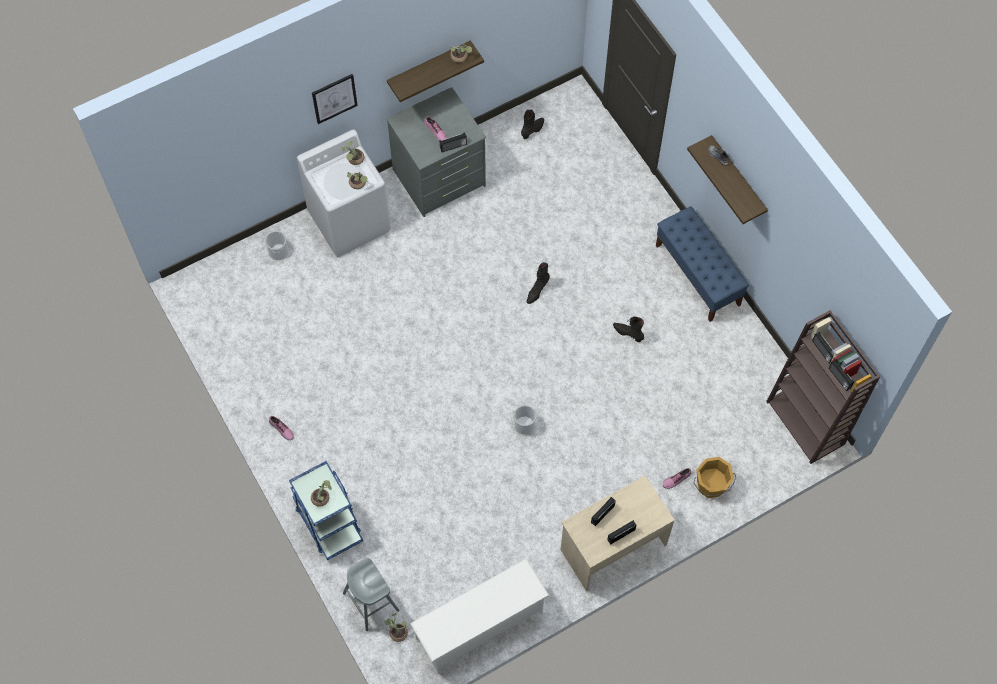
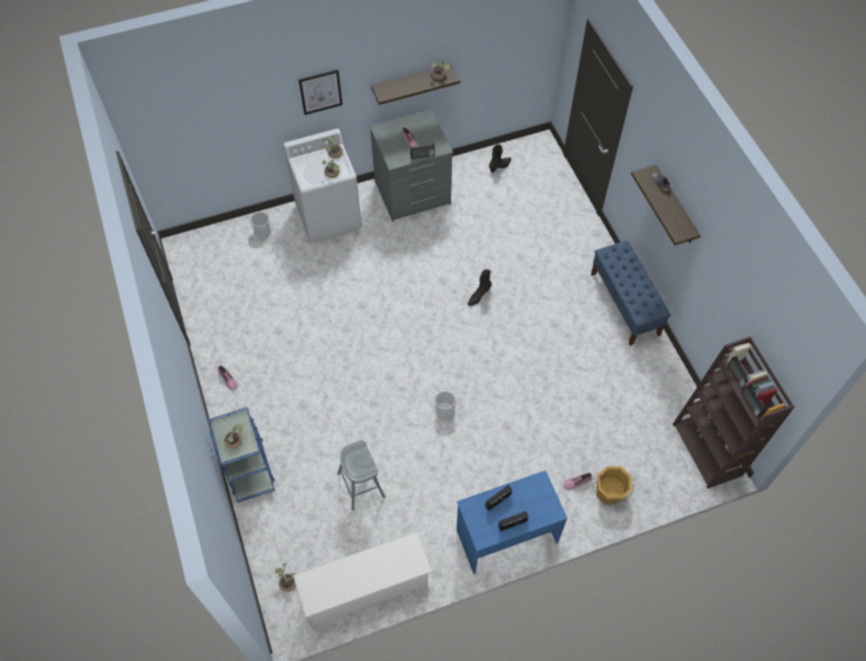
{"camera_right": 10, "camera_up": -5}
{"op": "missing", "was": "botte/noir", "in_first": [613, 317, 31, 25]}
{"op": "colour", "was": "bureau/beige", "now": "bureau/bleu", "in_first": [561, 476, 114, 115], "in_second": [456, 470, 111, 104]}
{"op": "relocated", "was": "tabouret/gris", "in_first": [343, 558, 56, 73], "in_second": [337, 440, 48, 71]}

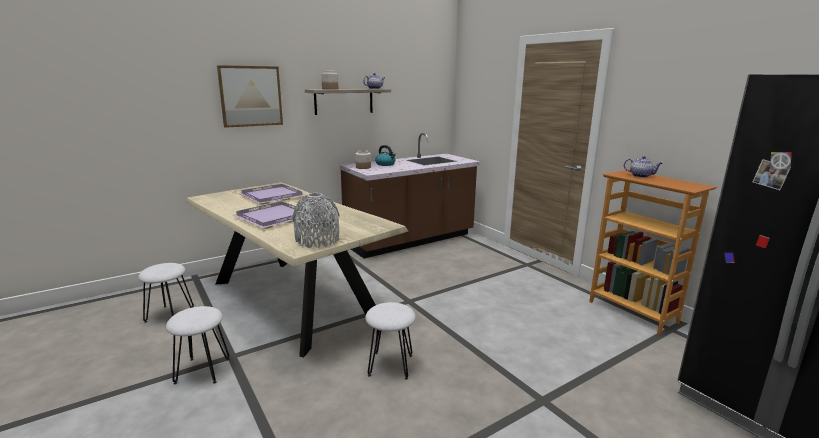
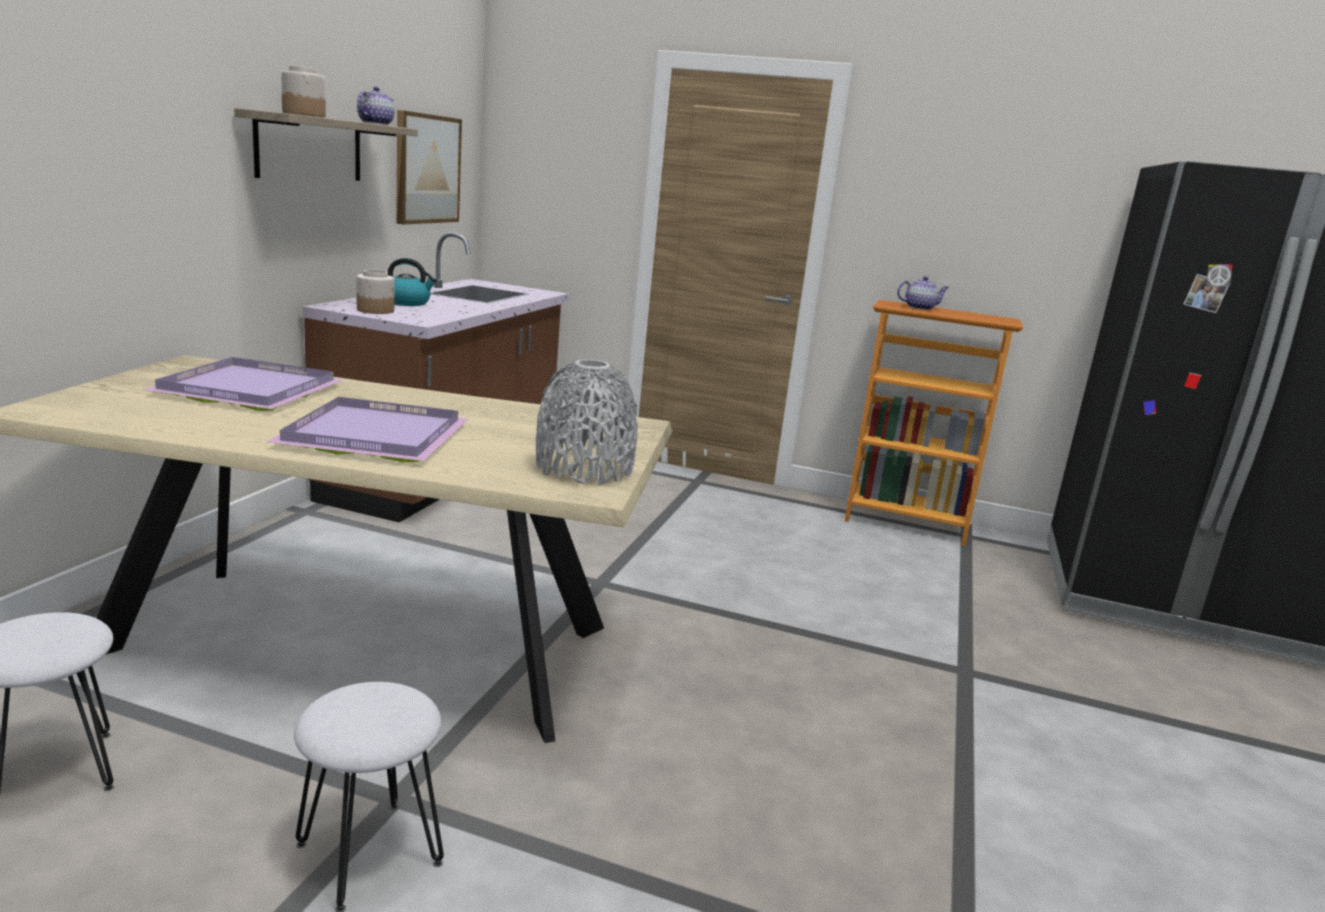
{"camera_right": -40, "camera_up": 0}
{"op": "relocated", "was": "tableau", "in_first": [217, 65, 66, 63], "in_second": [396, 110, 66, 115]}
{"op": "missing", "was": "tabouret/blanc", "in_first": [365, 302, 51, 77]}

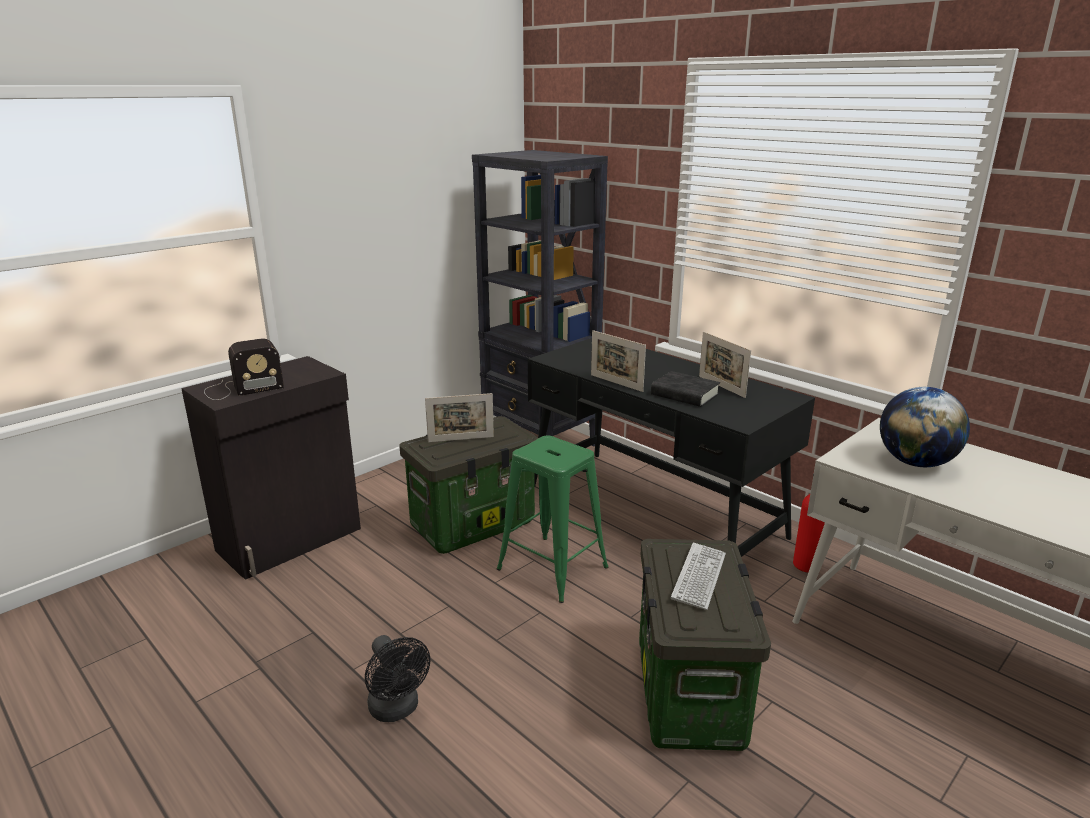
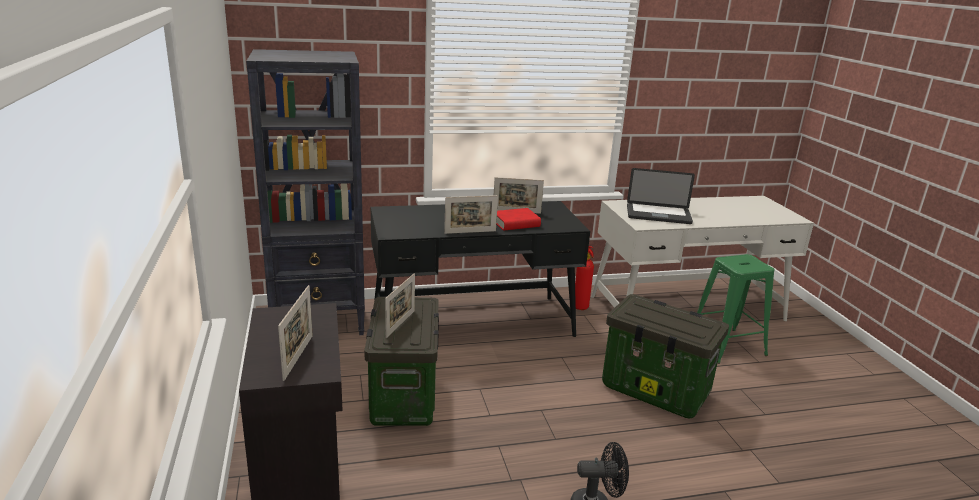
{"camera_right": -60, "camera_up": 0}
{"op": "exchanged", "was": "radio", "now": "cadre photo", "in_first": [204, 339, 80, 61], "in_second": [278, 285, 35, 96]}
{"op": "colour", "was": "livre/noir", "now": "livre/rouge", "in_first": [651, 371, 69, 36], "in_second": [496, 208, 45, 22]}
{"op": "exchanged", "was": "globe", "now": "ordinateur portable", "in_first": [880, 387, 90, 80], "in_second": [627, 168, 68, 56]}
{"op": "relocated", "was": "tabouret/vert", "in_first": [497, 436, 112, 167], "in_second": [697, 254, 77, 110]}
{"op": "missing", "was": "clavier", "in_first": [671, 543, 55, 67]}

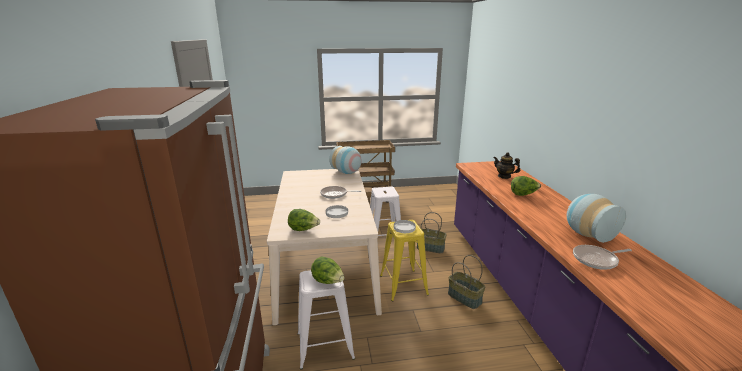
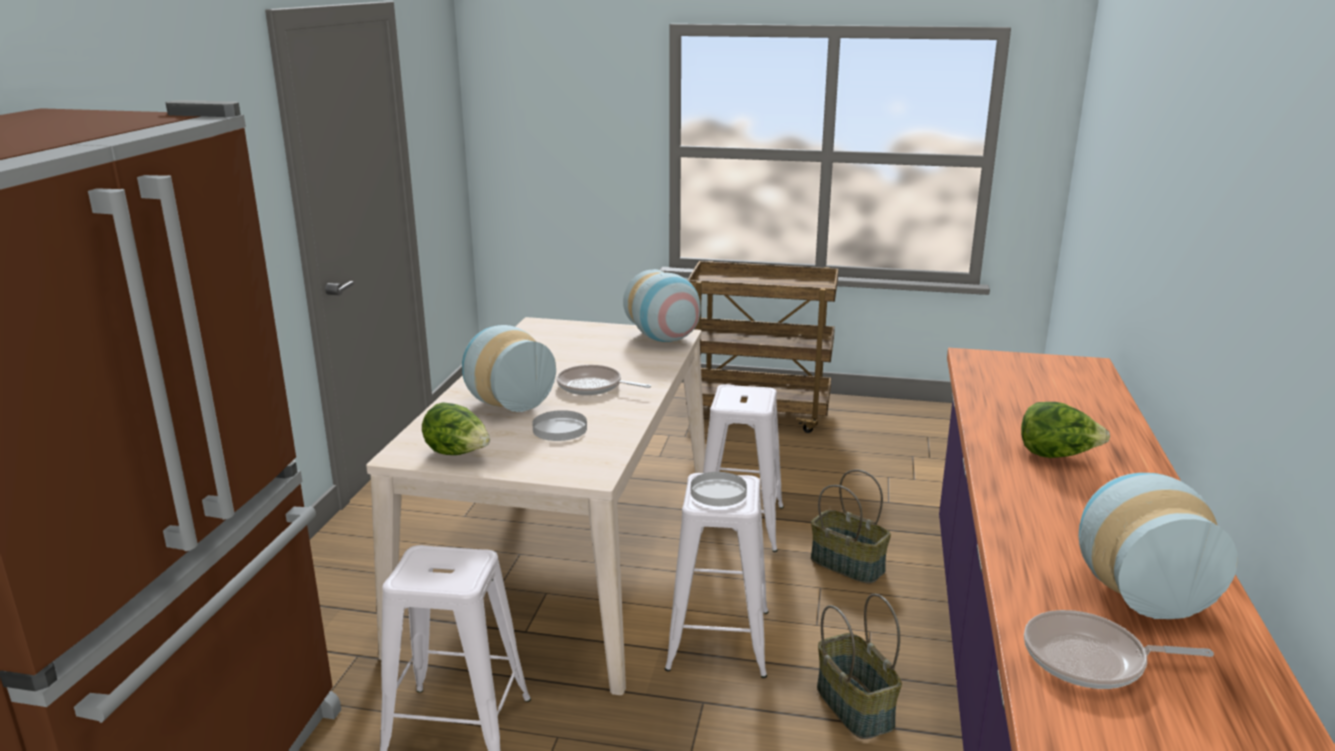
{"camera_right": 20, "camera_up": 0}
{"op": "missing", "was": "théière", "in_first": [494, 152, 26, 27]}
{"op": "colour", "was": "tabouret/jaune", "now": "tabouret/blanc", "in_first": [380, 220, 49, 82], "in_second": [665, 473, 104, 205]}
{"op": "missing", "was": "laitue", "in_first": [311, 256, 34, 28]}
{"op": "appeared", "now": "vase", "in_second": [462, 325, 94, 87]}

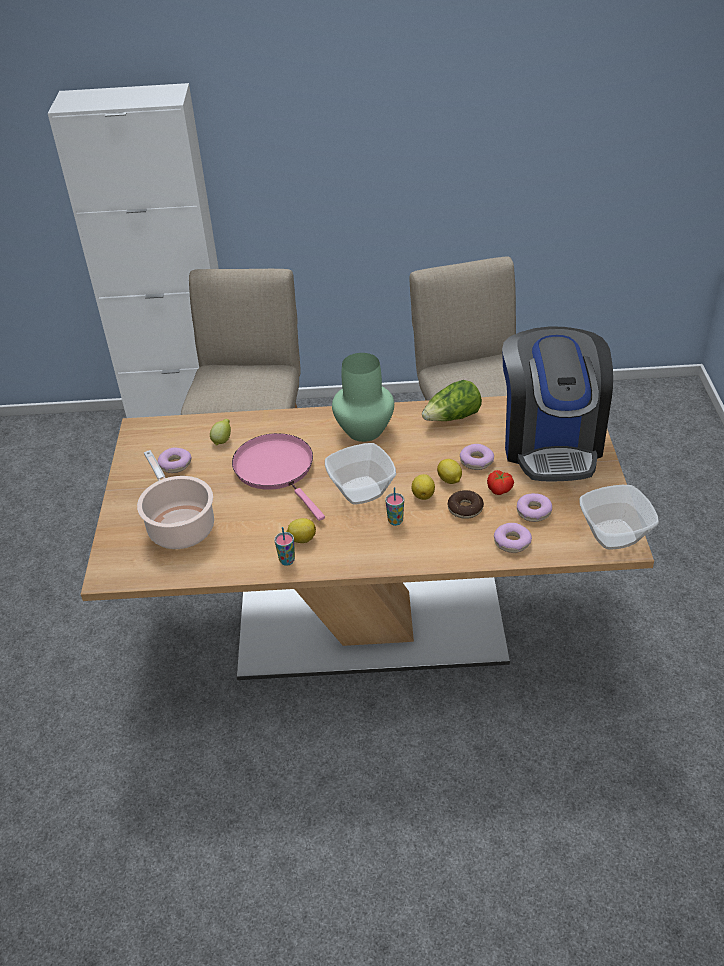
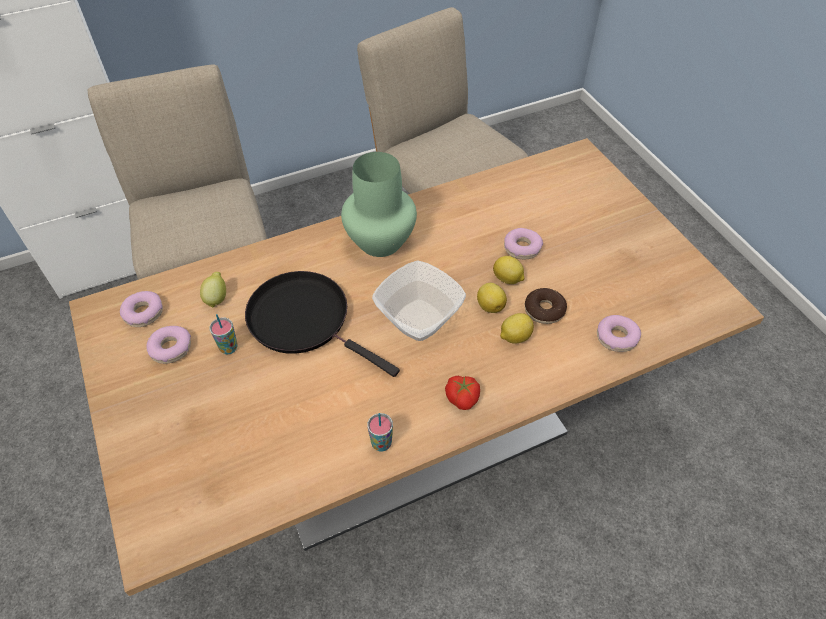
{"camera_right": -25, "camera_up": 10}
{"op": "missing", "was": "machine à café", "in_first": [502, 326, 111, 155]}
{"op": "missing", "was": "laitue", "in_first": [422, 380, 60, 41]}
{"op": "colour", "was": "poêle/rose", "now": "poêle/noir", "in_first": [232, 433, 93, 88], "in_second": [245, 271, 155, 106]}
{"op": "missing", "was": "marmite", "in_first": [137, 450, 77, 99]}
{"op": "relocated", "was": "tomate", "in_first": [487, 470, 27, 25], "in_second": [445, 376, 35, 34]}
{"op": "missing", "was": "bol", "in_first": [579, 485, 80, 65]}
{"op": "relocated", "was": "tasse", "in_first": [385, 487, 19, 39], "in_second": [209, 314, 29, 40]}
{"op": "relocated", "was": "beignet", "in_first": [517, 493, 35, 29], "in_second": [120, 291, 43, 36]}
{"op": "relocated", "was": "citron", "in_first": [286, 518, 30, 25], "in_second": [500, 313, 34, 30]}

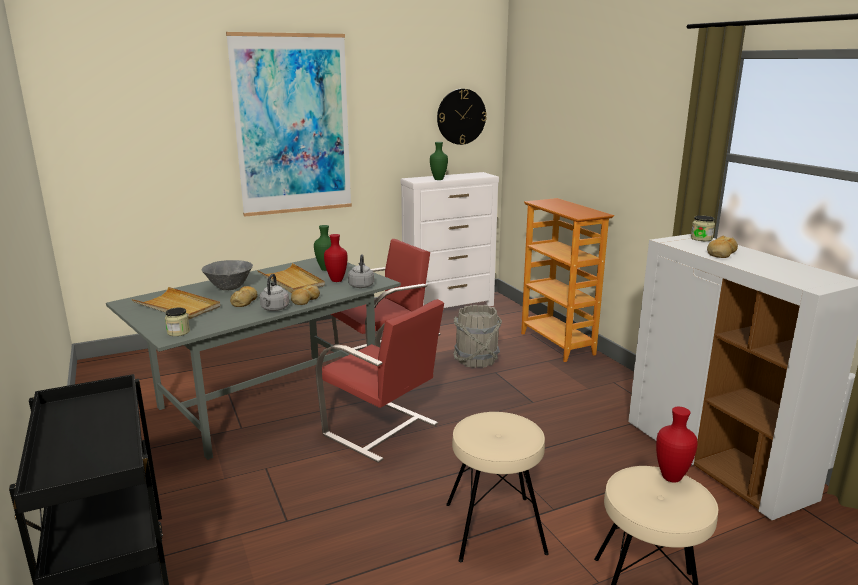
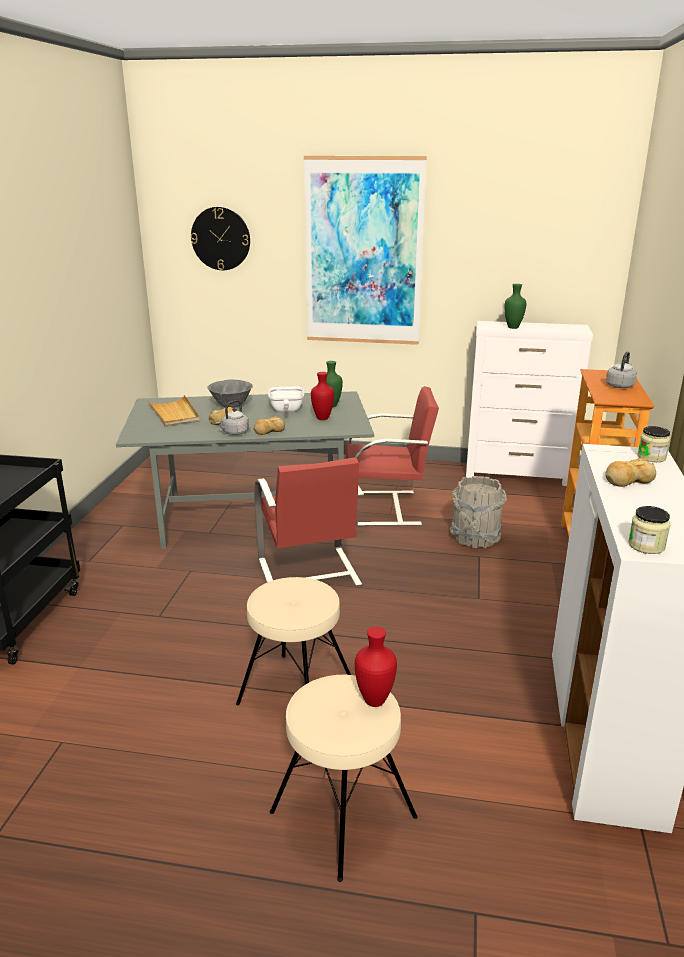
{"camera_right": 35, "camera_up": 5}
{"op": "relocated", "was": "horloge murale", "in_first": [437, 89, 50, 56], "in_second": [191, 207, 59, 63]}
{"op": "relocated", "was": "bouilloire/gris", "in_first": [348, 254, 26, 34], "in_second": [606, 352, 31, 36]}
{"op": "exchanged", "was": "plateau/beige", "now": "poêle", "in_first": [257, 263, 68, 30], "in_second": [268, 387, 36, 25]}
{"op": "relocated", "was": "bocal", "in_first": [165, 308, 25, 28], "in_second": [628, 506, 42, 48]}

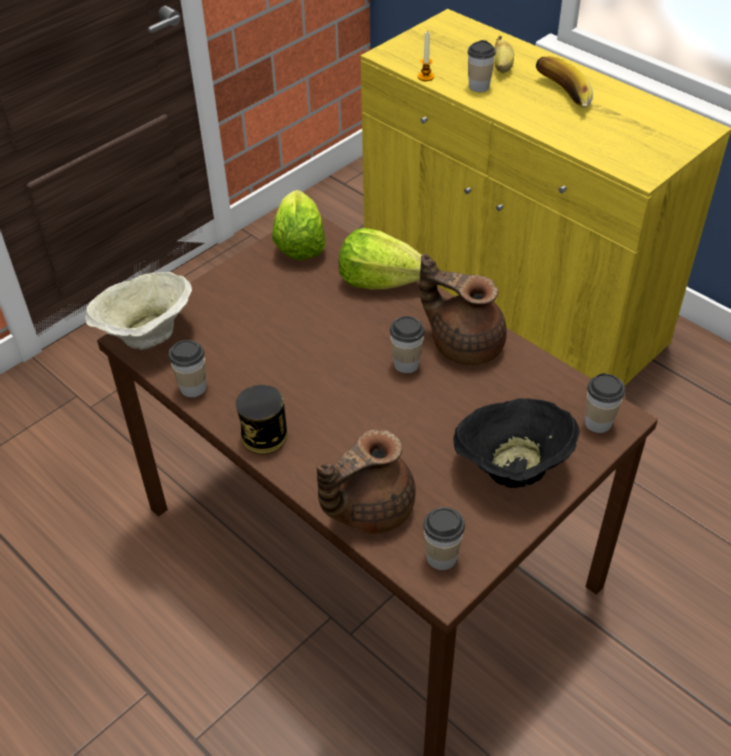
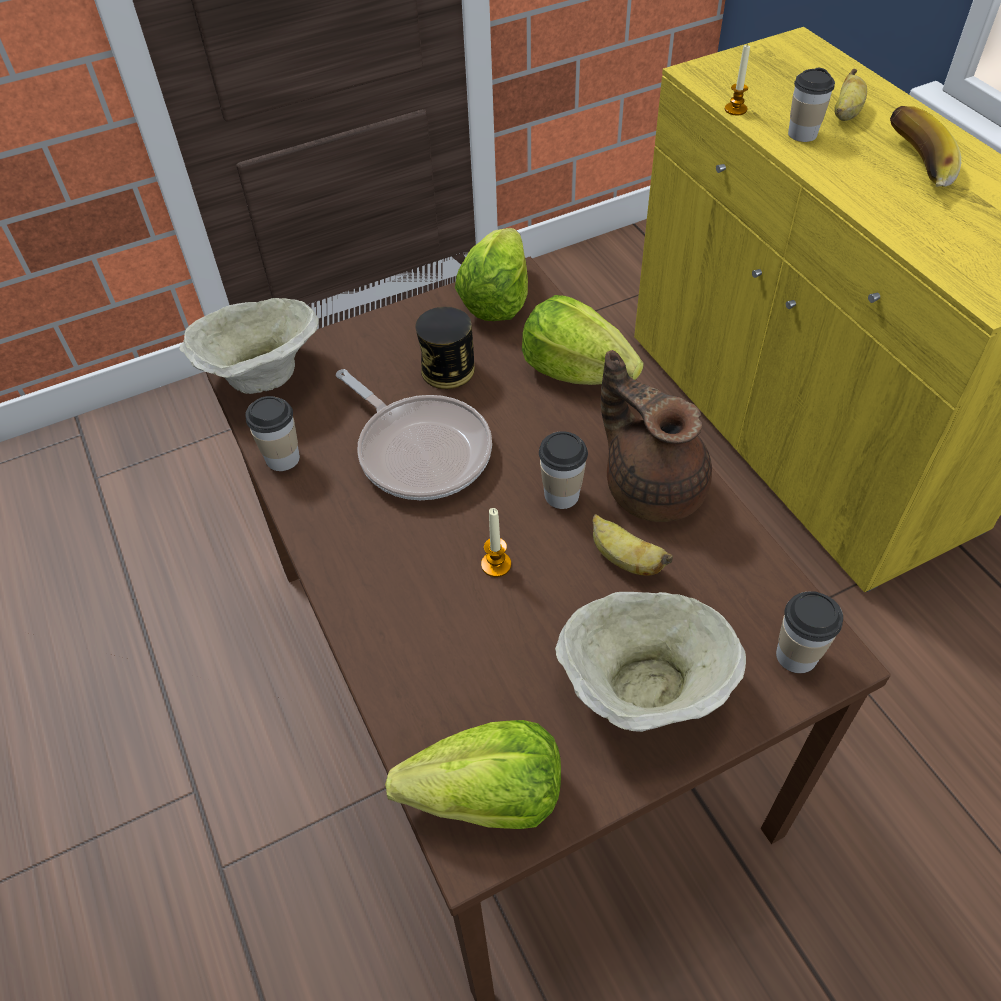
{"camera_right": 20, "camera_up": 5}
{"op": "relocated", "was": "boîte métallique", "in_first": [236, 385, 51, 69], "in_second": [415, 307, 60, 82]}
{"op": "colour", "was": "bol/noir", "now": "bol/beige", "in_first": [453, 398, 127, 90], "in_second": [555, 592, 191, 140]}
{"op": "missing", "was": "théière/marron", "in_first": [317, 429, 99, 105]}
{"op": "exchanged", "was": "tasse", "now": "laitue", "in_first": [423, 507, 42, 63], "in_second": [385, 720, 176, 109]}
{"op": "appeared", "now": "poêle", "in_second": [336, 369, 156, 131]}
{"op": "appeared", "now": "bougie", "in_second": [481, 508, 30, 69]}
{"op": "appeared", "now": "banane", "in_second": [592, 514, 81, 62]}

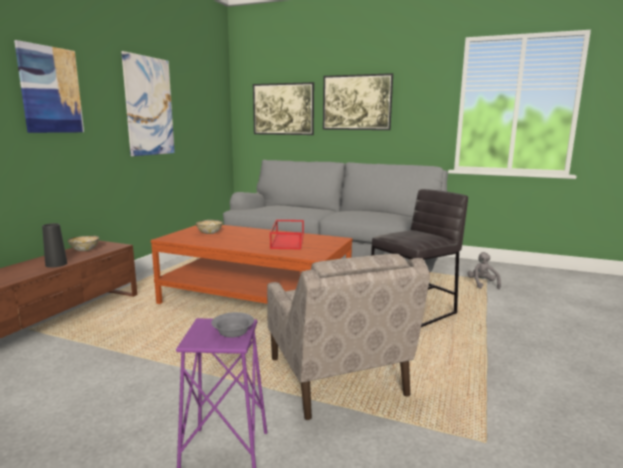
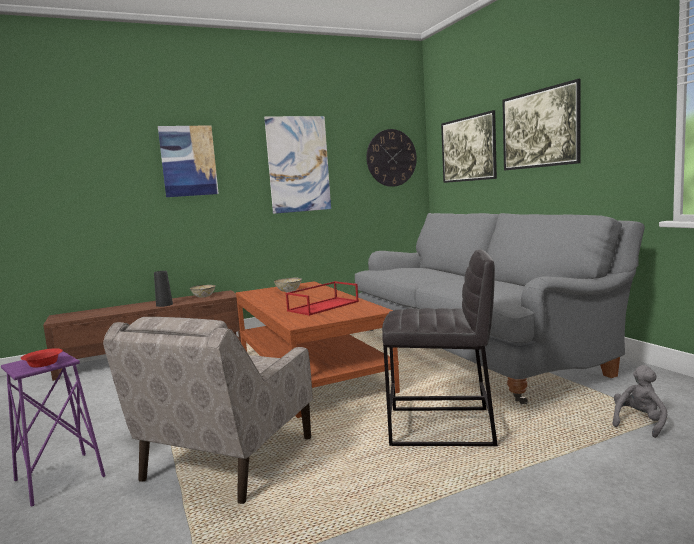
{"camera_right": 45, "camera_up": -5}
{"op": "colour", "was": "bol/gris", "now": "bol/rouge", "in_first": [211, 312, 43, 26], "in_second": [21, 348, 42, 20]}
{"op": "appeared", "now": "horloge murale", "in_second": [367, 129, 50, 58]}

